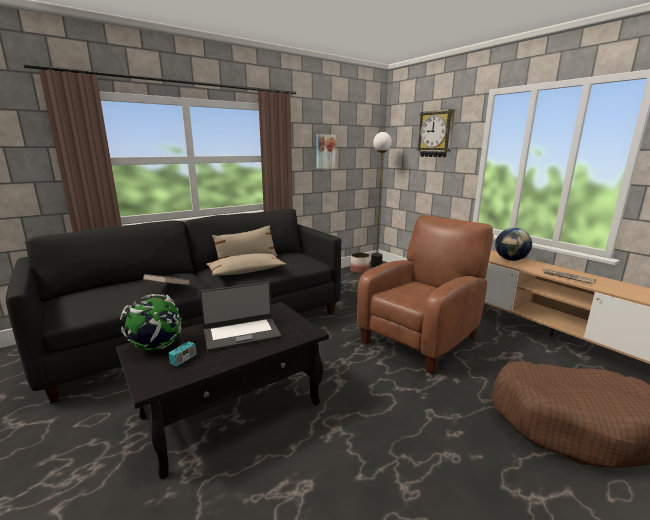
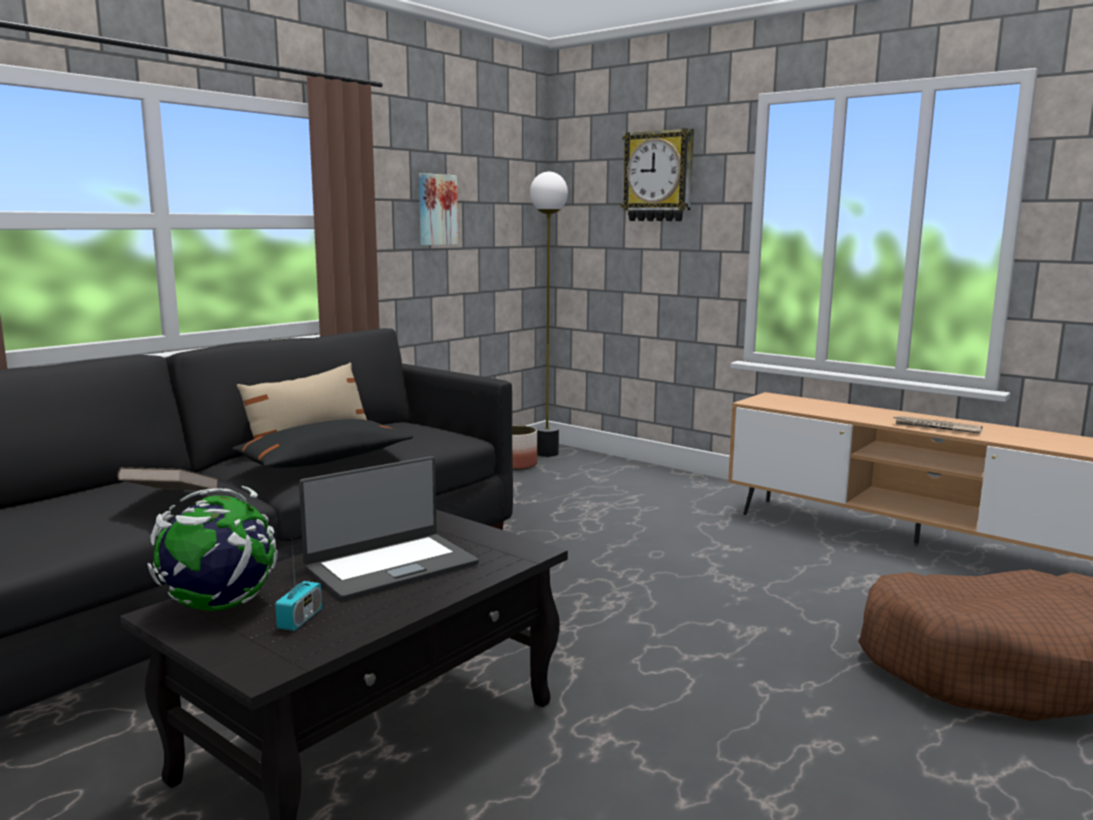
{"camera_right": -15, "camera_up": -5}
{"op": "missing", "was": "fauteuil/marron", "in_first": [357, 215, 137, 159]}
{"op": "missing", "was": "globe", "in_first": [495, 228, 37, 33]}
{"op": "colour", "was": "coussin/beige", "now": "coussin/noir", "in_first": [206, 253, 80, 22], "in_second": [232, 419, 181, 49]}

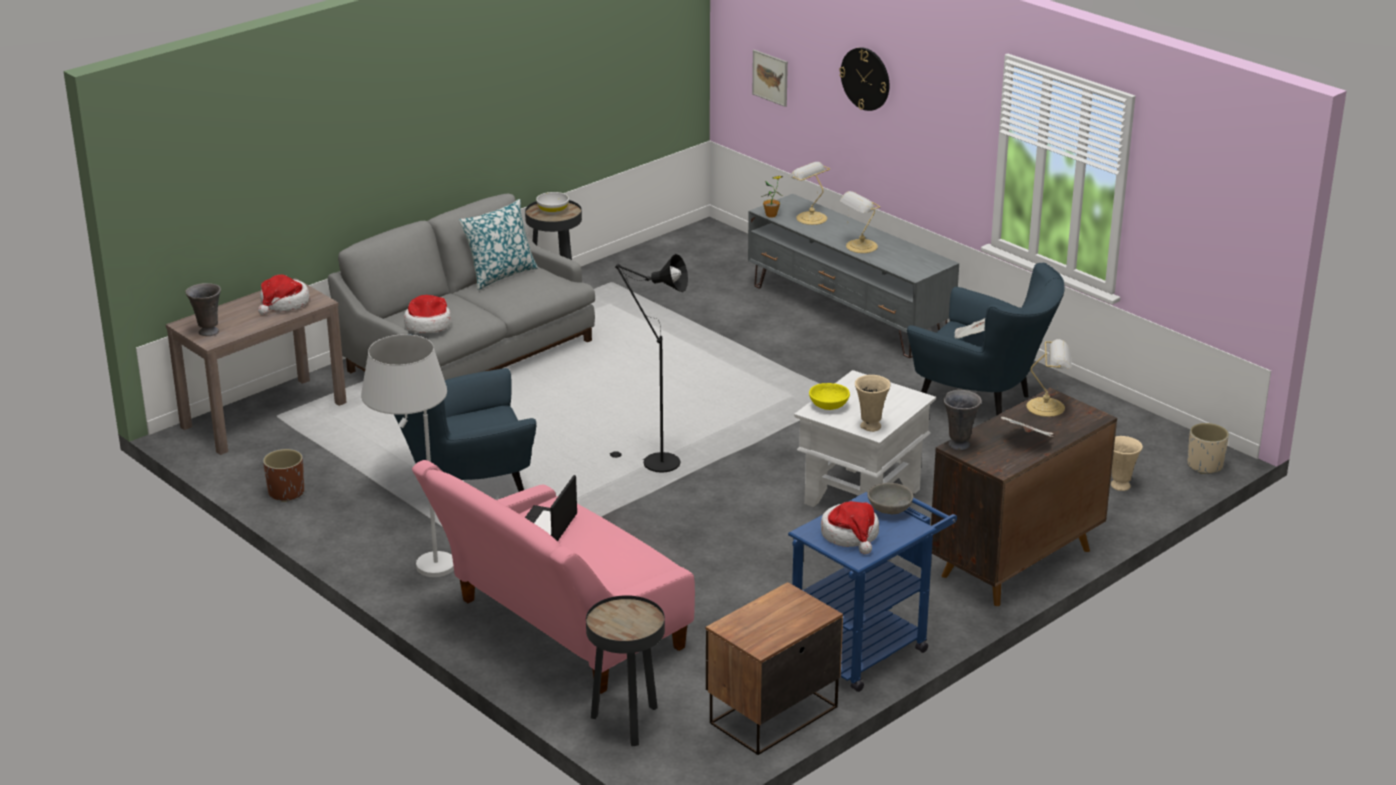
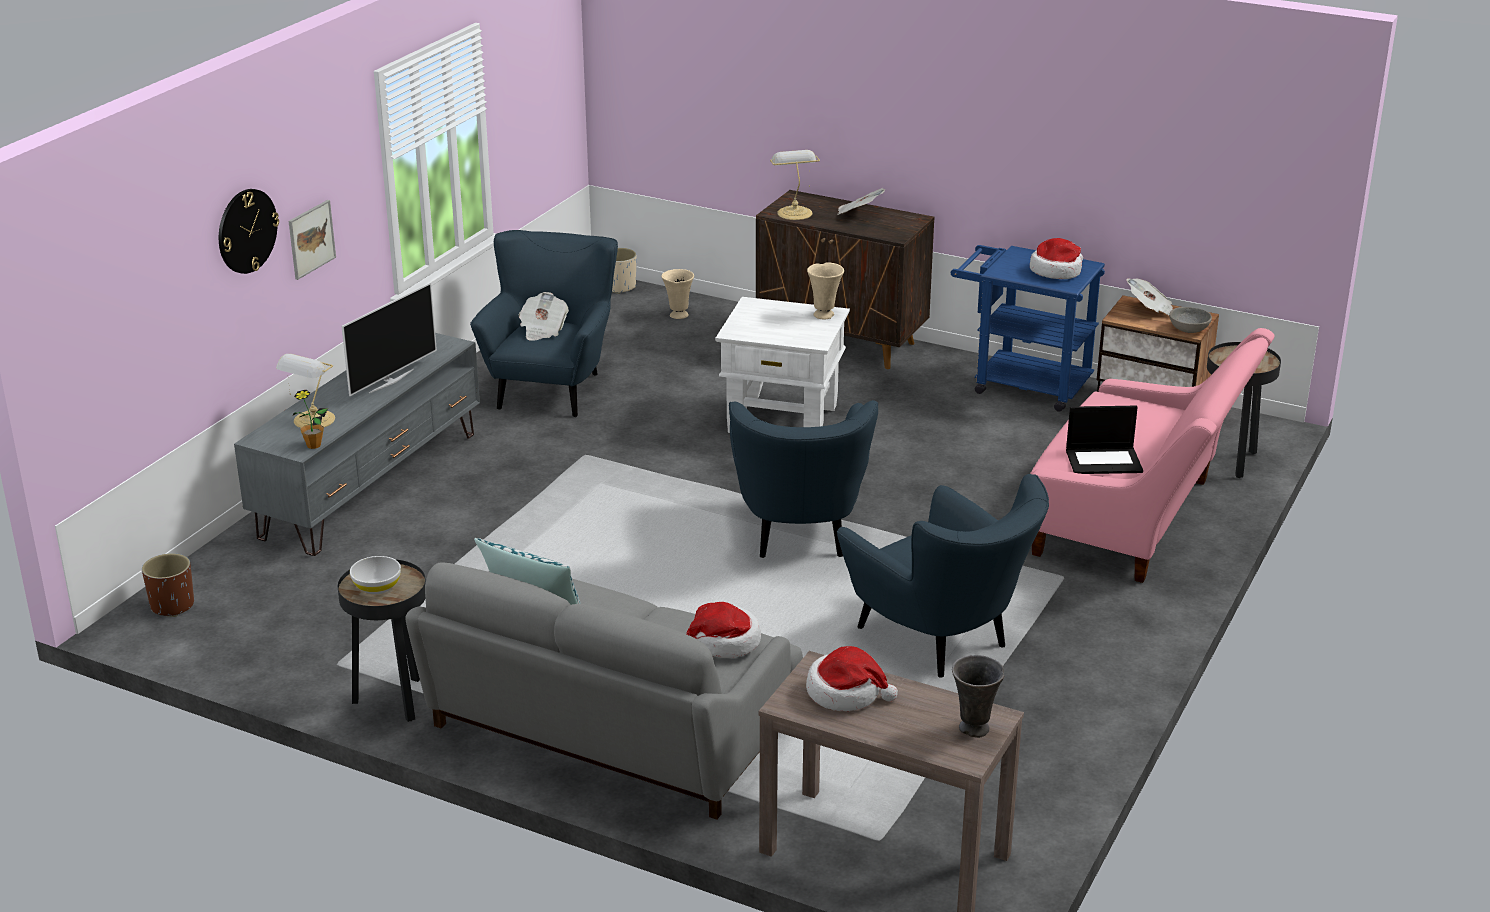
{"camera_right": -110, "camera_up": 0}
{"op": "relocated", "was": "tableau", "in_first": [752, 50, 36, 57], "in_second": [289, 200, 47, 80]}
{"op": "exchanged", "was": "lampe de table", "now": "téléviseur", "in_first": [840, 191, 40, 62], "in_second": [342, 283, 95, 113]}
{"op": "exchanged", "was": "lampadaire/noir", "now": "fauteuil/bleu", "in_first": [608, 254, 80, 219], "in_second": [729, 400, 149, 158]}
{"op": "missing", "was": "lampadaire/blanc", "in_first": [361, 334, 93, 243]}
{"op": "missing", "was": "bol/jaune", "in_first": [809, 383, 41, 27]}
{"op": "missing", "was": "vase/gris", "in_first": [943, 390, 39, 61]}
{"op": "relocated", "was": "cache-pot/marron", "in_first": [263, 449, 41, 53], "in_second": [142, 553, 52, 64]}
{"op": "relocated", "was": "bol/gris", "in_first": [868, 483, 45, 31], "in_second": [1169, 307, 43, 26]}
{"op": "appeared", "now": "journal", "in_second": [1127, 278, 46, 37]}

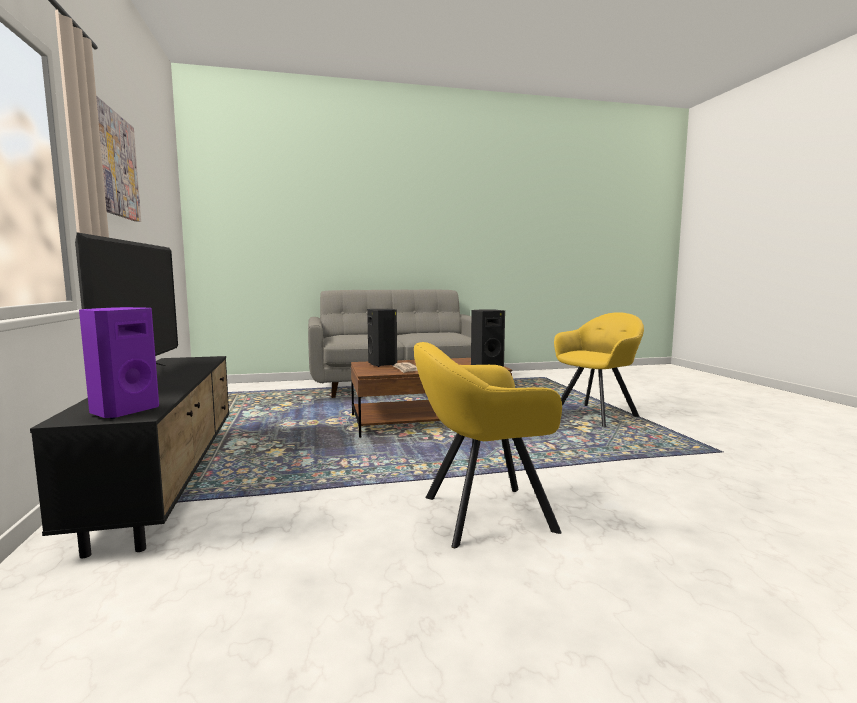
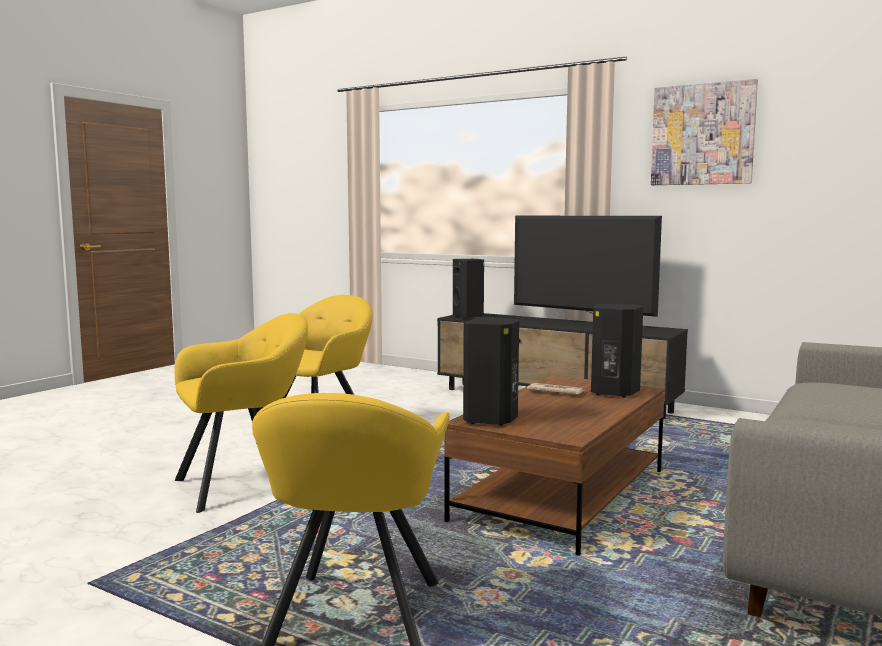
{"camera_right": 135, "camera_up": 0}
{"op": "colour", "was": "enceinte/violet", "now": "enceinte/noir", "in_first": [79, 307, 80, 112], "in_second": [453, 259, 31, 60]}
{"op": "appeared", "now": "fauteuil/jaune", "in_second": [175, 313, 133, 200]}

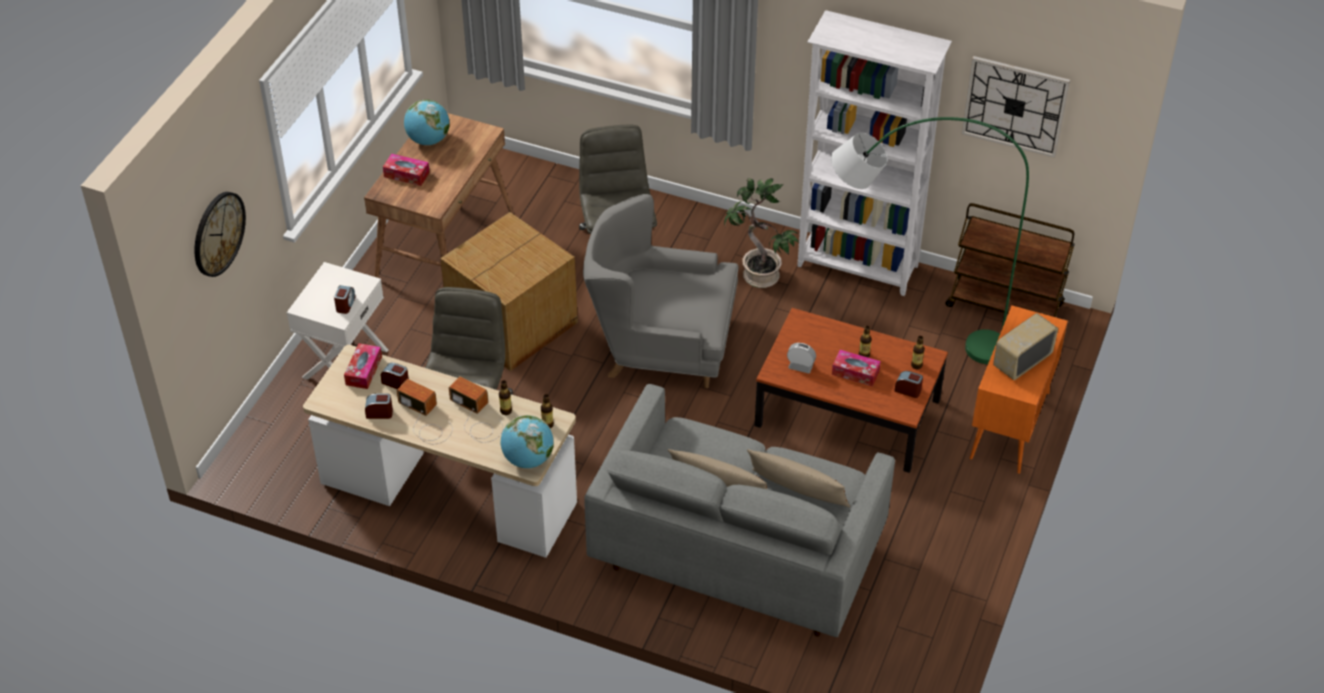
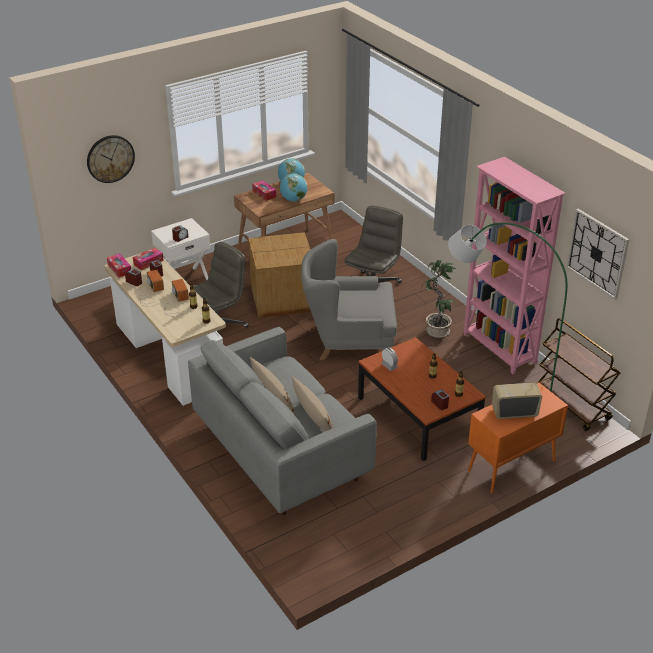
{"camera_right": 35, "camera_up": -10}
{"op": "colour", "was": "bibliothèque/blanc", "now": "bibliothèque/rose", "in_first": [797, 10, 155, 286], "in_second": [463, 157, 103, 217]}
{"op": "spun", "was": "fauteuil/gris", "in_first": [583, 194, 155, 194], "in_second": [301, 239, 96, 121], "clockwise": -45}
{"op": "relocated", "was": "boîte à mouchoirs", "in_first": [832, 350, 49, 37], "in_second": [107, 253, 24, 25]}
{"op": "relocated", "was": "globe", "in_first": [501, 415, 53, 53], "in_second": [280, 173, 28, 28]}

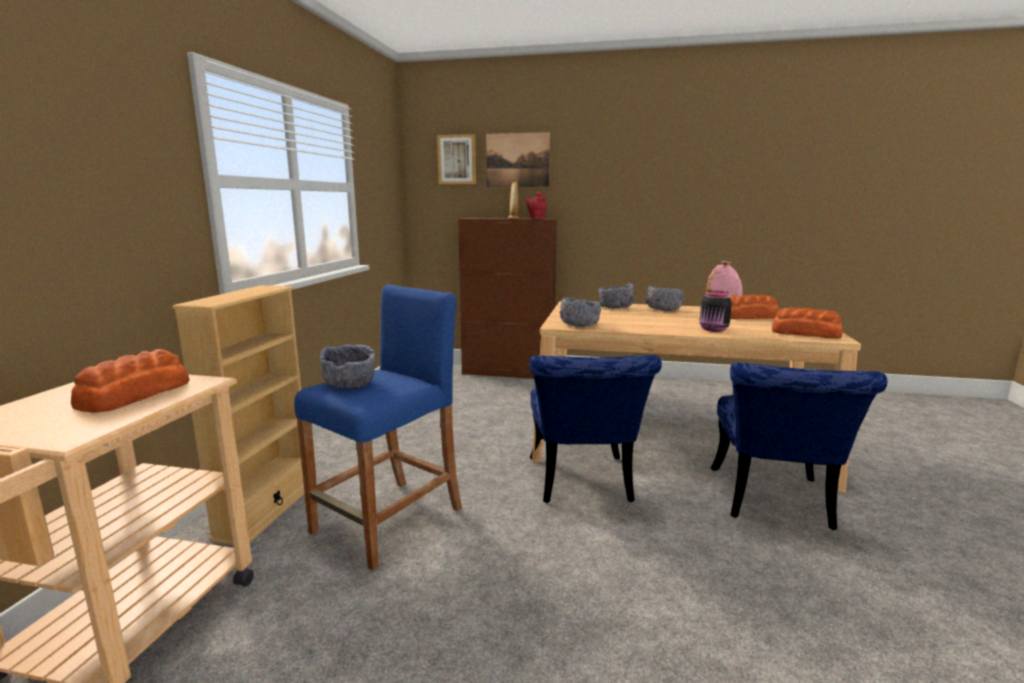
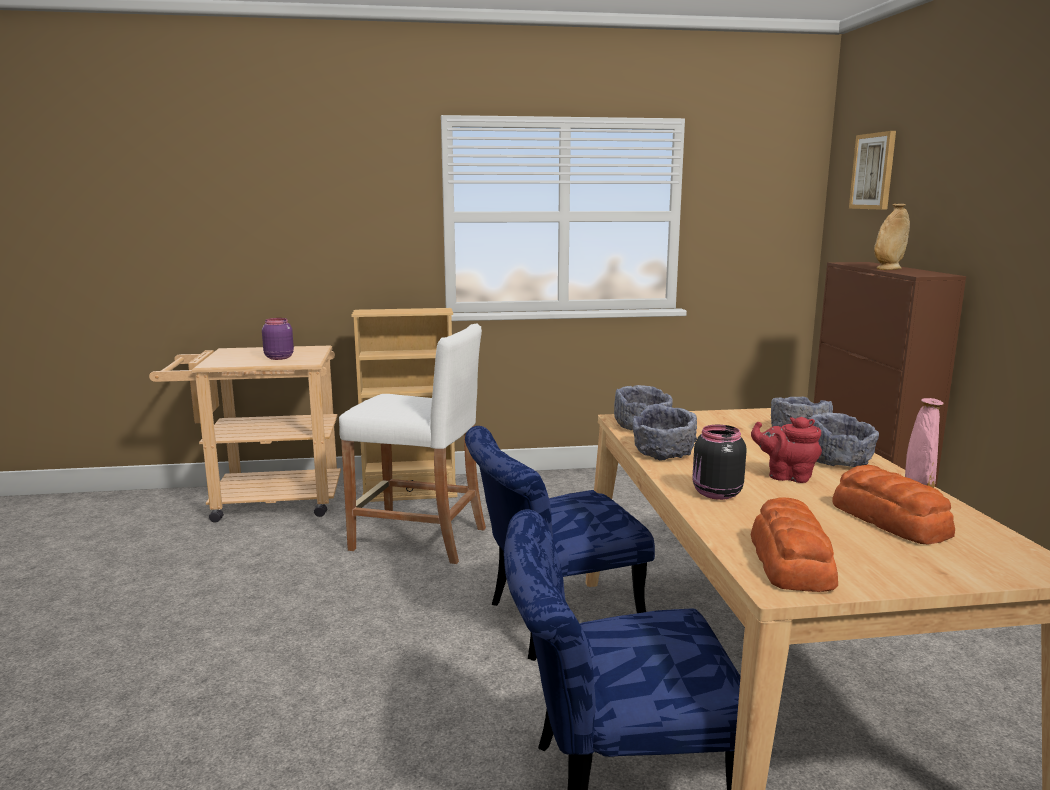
{"camera_right": 70, "camera_up": 0}
{"op": "missing", "was": "tableau", "in_first": [486, 132, 64, 55]}
{"op": "relocated", "was": "théière/rouge", "in_first": [526, 192, 21, 27], "in_second": [751, 417, 71, 66]}
{"op": "colour", "was": "tabouret/bleu", "now": "tabouret/blanc", "in_first": [294, 284, 168, 287], "in_second": [339, 323, 147, 241]}
{"op": "relocated", "was": "bol/gris", "in_first": [320, 344, 56, 44], "in_second": [632, 404, 65, 56]}
{"op": "exchanged", "was": "pain", "now": "bocal/violet", "in_first": [71, 349, 119, 64], "in_second": [262, 318, 32, 42]}

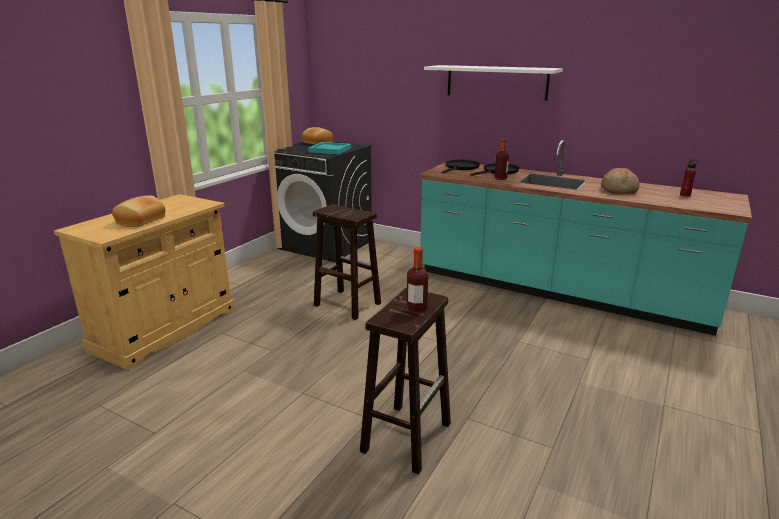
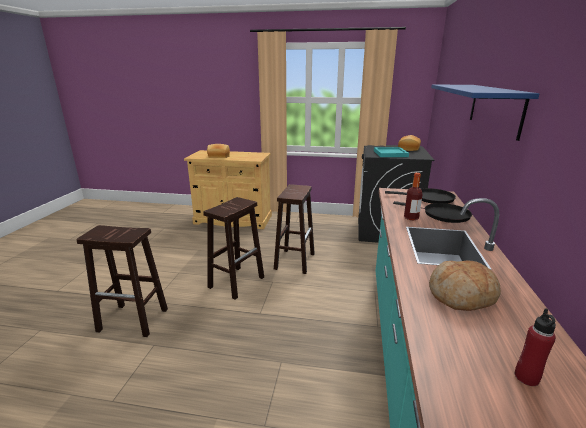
{"camera_right": 70, "camera_up": 0}
{"op": "colour", "was": "étagère/blanc", "now": "étagère/bleu", "in_first": [424, 65, 139, 36], "in_second": [431, 85, 108, 56]}
{"op": "missing", "was": "bouteille", "in_first": [407, 247, 21, 66]}
{"op": "appeared", "now": "tabouret/marron", "in_second": [203, 197, 61, 103]}

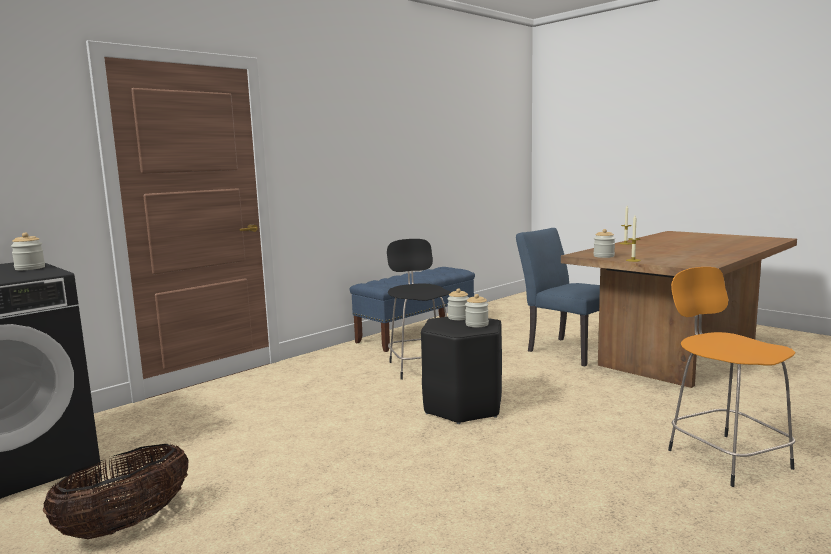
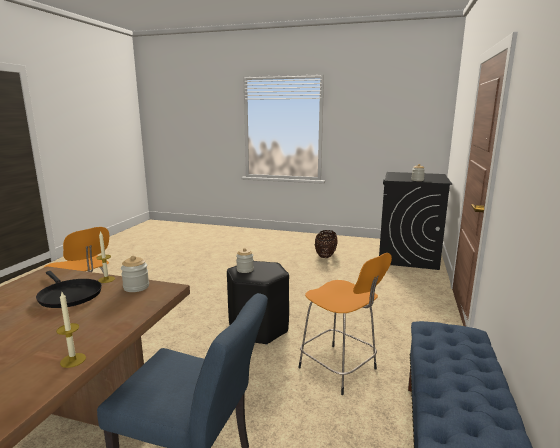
{"camera_right": 150, "camera_up": 5}
{"op": "colour", "was": "tabouret/noir", "now": "tabouret/orange", "in_first": [387, 239, 64, 141], "in_second": [298, 253, 94, 142]}
{"op": "missing", "was": "bocal", "in_first": [447, 288, 22, 32]}
{"op": "appeared", "now": "poêle/noir", "in_second": [36, 271, 66, 37]}

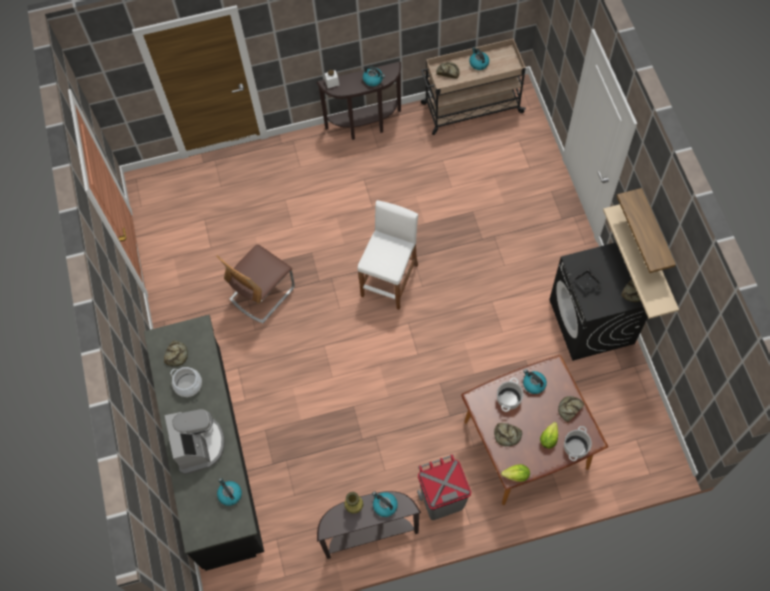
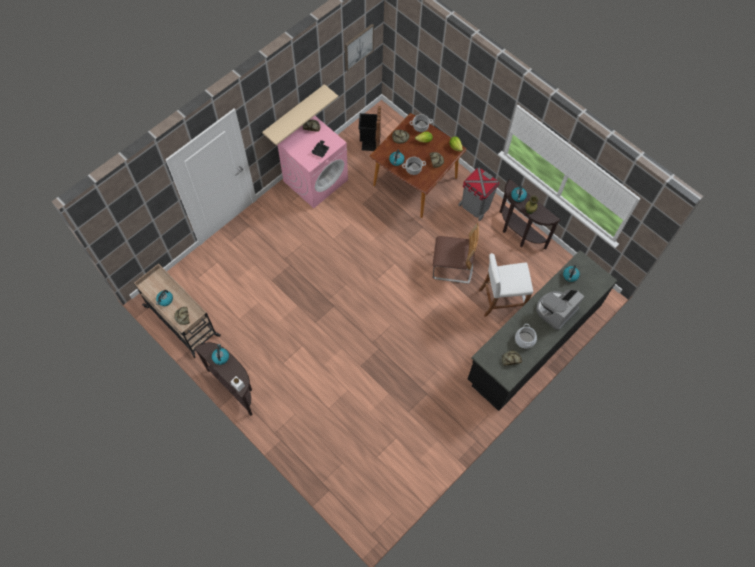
{"camera_right": -125, "camera_up": 0}
{"op": "missing", "was": "étagère", "in_first": [617, 188, 59, 85]}
{"op": "relocated", "was": "tabouret/blanc", "in_first": [358, 200, 60, 110], "in_second": [479, 253, 54, 64]}
{"op": "colour", "was": "lave-linge/noir", "now": "lave-linge/rose", "in_first": [549, 242, 99, 119], "in_second": [277, 116, 71, 92]}
{"op": "relocated", "was": "chaise", "in_first": [217, 245, 78, 79], "in_second": [433, 223, 46, 61]}
{"op": "appeared", "now": "tableau", "in_second": [345, 24, 29, 47]}
{"op": "appeared", "now": "poubelle/noir", "in_second": [358, 106, 23, 45]}

